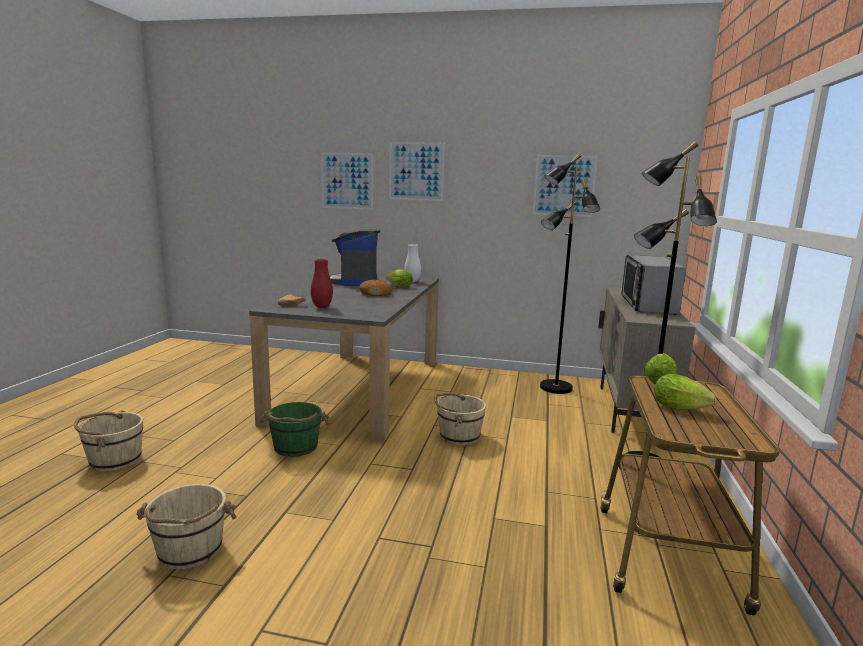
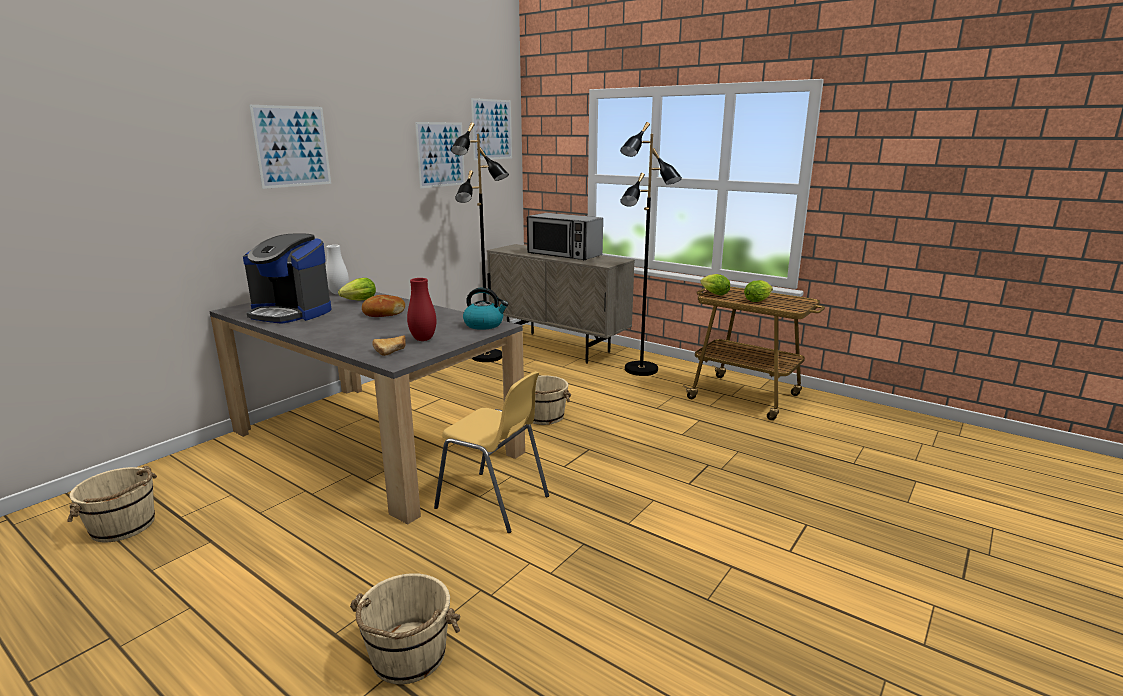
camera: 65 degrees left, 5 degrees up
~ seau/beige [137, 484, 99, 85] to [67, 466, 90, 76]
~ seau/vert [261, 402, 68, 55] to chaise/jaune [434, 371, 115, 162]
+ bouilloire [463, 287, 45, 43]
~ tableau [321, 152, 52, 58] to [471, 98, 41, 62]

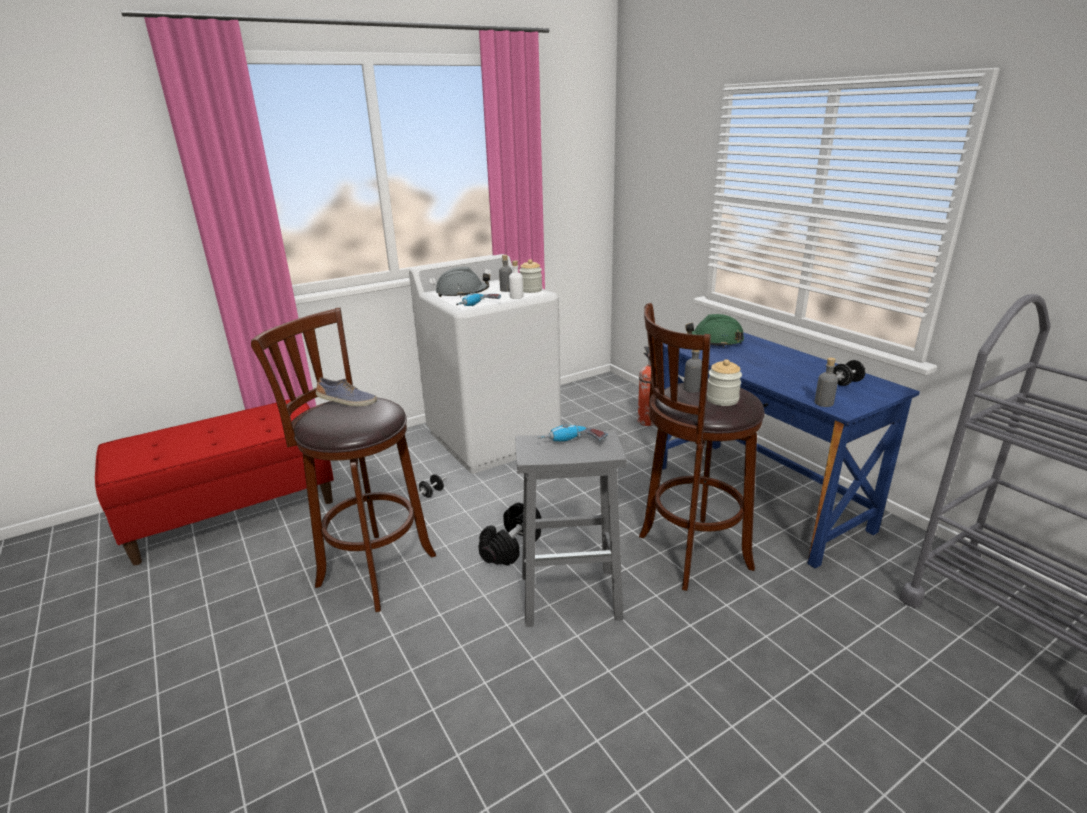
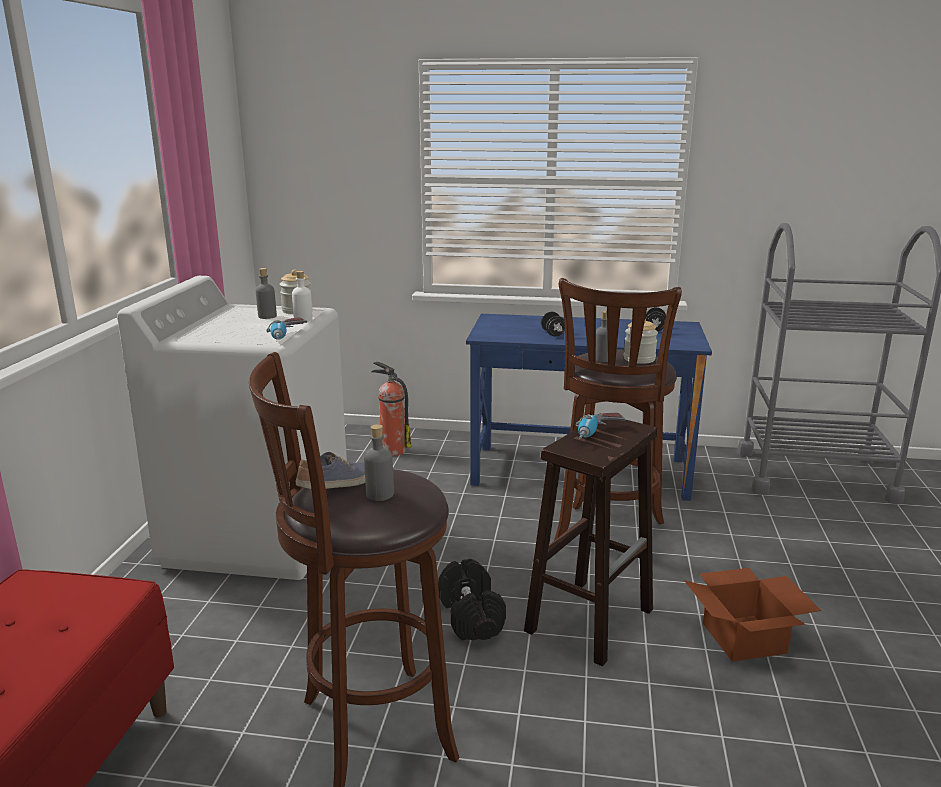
camera: 50 degrees left, 5 degrees down
~ bouteille/gris [815, 358, 23, 49] to [364, 424, 30, 77]
~ tabouret/gris [515, 431, 111, 196] to tabouret/marron [524, 419, 133, 247]
~ haltère/noir [418, 474, 28, 24] to [541, 312, 24, 24]
+ carton [684, 568, 137, 93]
- casque de chantier/gris [436, 267, 54, 30]
- casque de chantier/vert [685, 314, 59, 33]

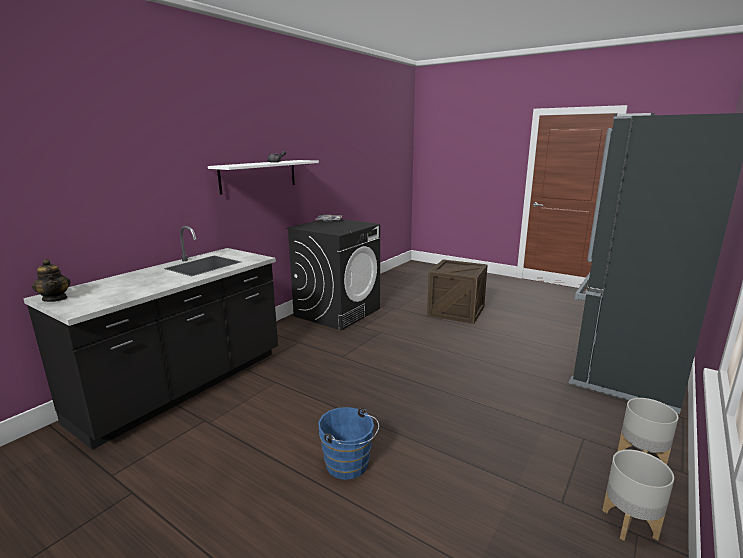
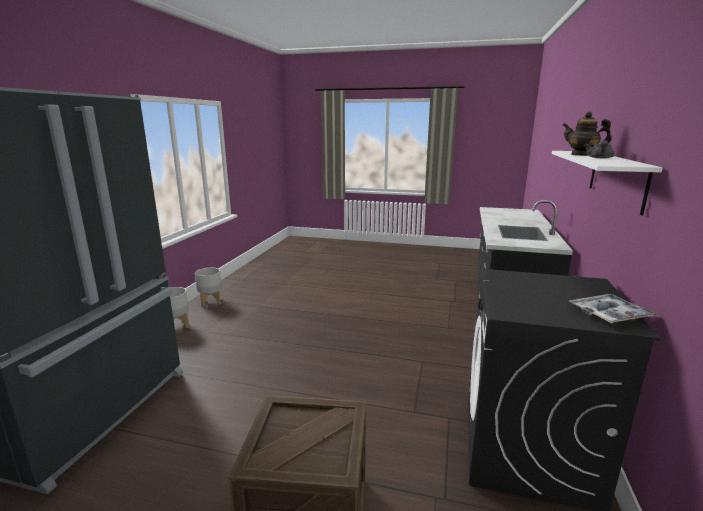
camera: 160 degrees right, 0 degrees up
~ théière [32, 259, 38, 43] to [562, 112, 50, 44]
- seau/bleu [318, 407, 61, 73]

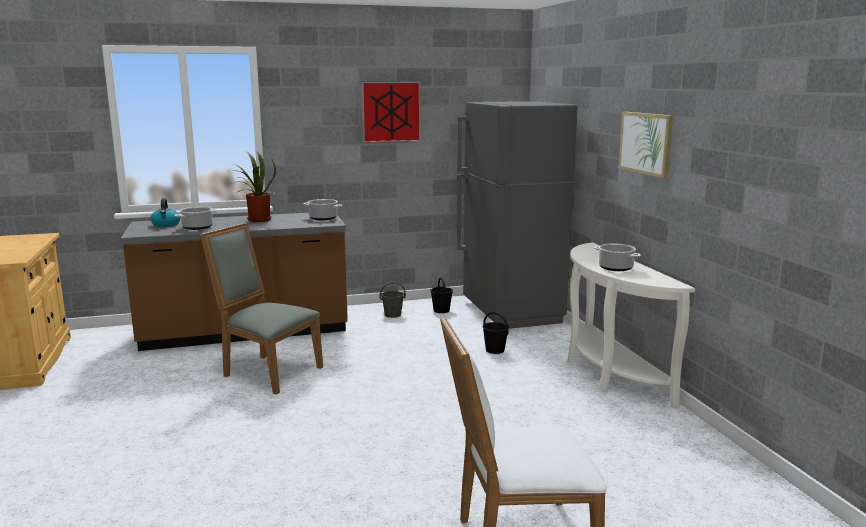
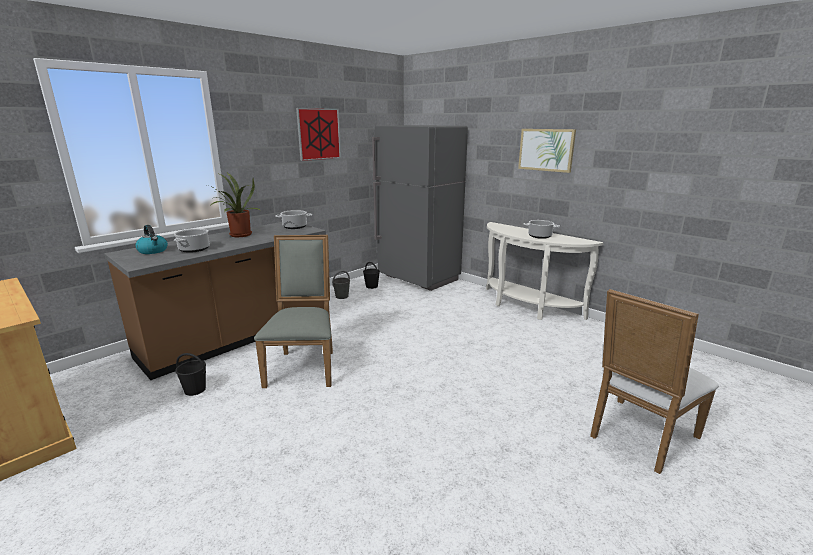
camera: 30 degrees left, 5 degrees up
~ seau/noir [483, 312, 26, 42] to [175, 353, 31, 43]
~ chaise/gris [200, 223, 123, 172] = [254, 235, 79, 153] 90 degrees clockwise

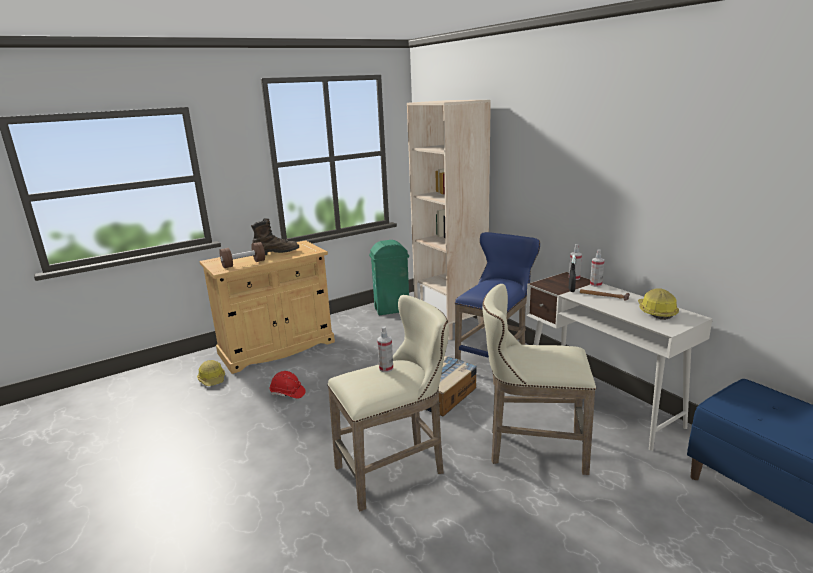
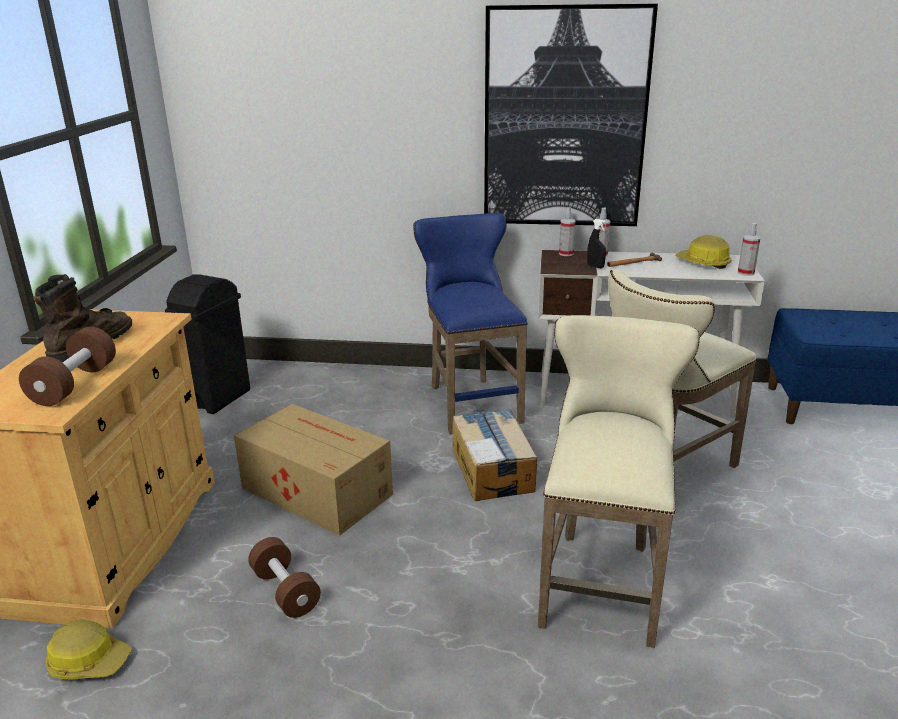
camera: 50 degrees left, 5 degrees up
~ poubelle/vert [369, 240, 40, 75] to poubelle/noir [165, 274, 85, 140]
+ carton [234, 404, 159, 132]
~ casque de chantier/rouge [270, 371, 36, 28] to haltère/marron [248, 537, 73, 81]
+ tableau [484, 4, 174, 222]
~ vaporisateur [377, 327, 16, 45] to [738, 223, 22, 53]
- bibliothèque/beige [407, 100, 84, 240]

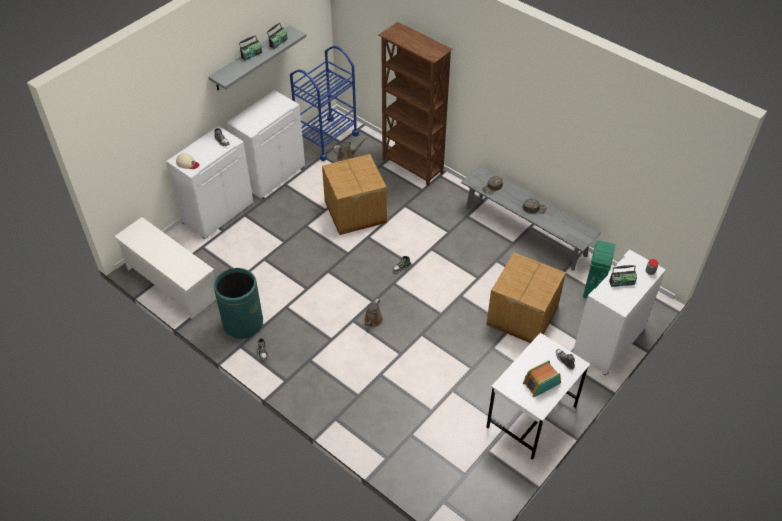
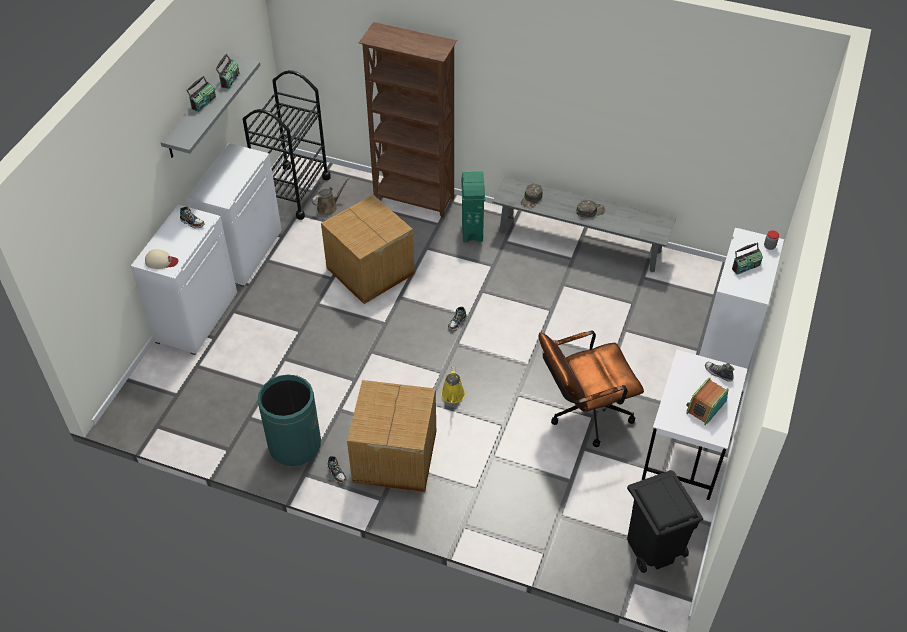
camera: 20 degrees left, 0 degrees up
~ chariot/bleu [290, 46, 69, 115] to chariot/noir [243, 70, 88, 150]
~ carton [486, 253, 80, 90] to [347, 380, 89, 112]
~ arrosoir/marron [362, 299, 21, 28] to arrosoir/jaune [441, 367, 24, 37]
~ poubelle/vert [583, 240, 32, 58] to [461, 172, 24, 70]
+ chaise de bureau/marron [539, 331, 105, 116]
+ poubelle/noir [627, 470, 76, 103]
- étagère à chaussures/blanc [114, 217, 102, 102]

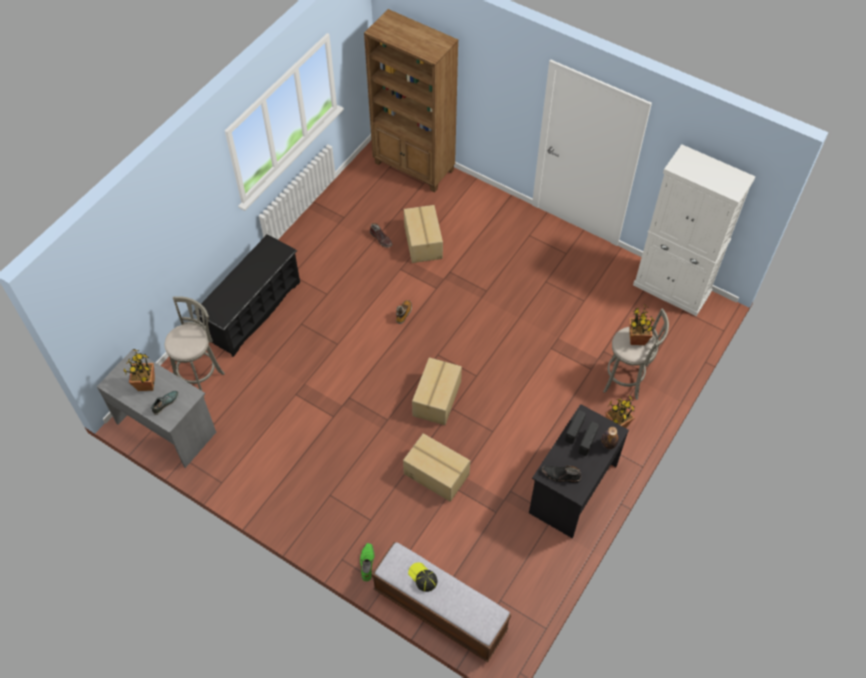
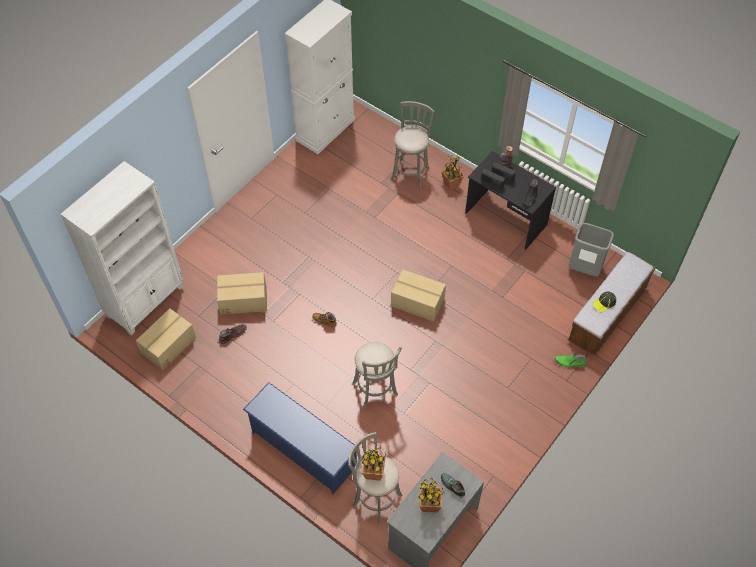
camera: 85 degrees left, 0 degrees up
~ bibliothèque/marron [364, 9, 95, 183] to bibliothèque/blanc [61, 161, 123, 174]
~ carton [403, 433, 67, 69] to [136, 308, 60, 62]
~ étagère à chaussures/noir [193, 234, 107, 123] to étagère à chaussures/bleu [243, 382, 114, 112]
+ tabouret/gris [352, 342, 50, 66]
~ plante en pot [629, 304, 26, 41] to [362, 448, 26, 33]
+ poubelle/gris [569, 223, 45, 53]

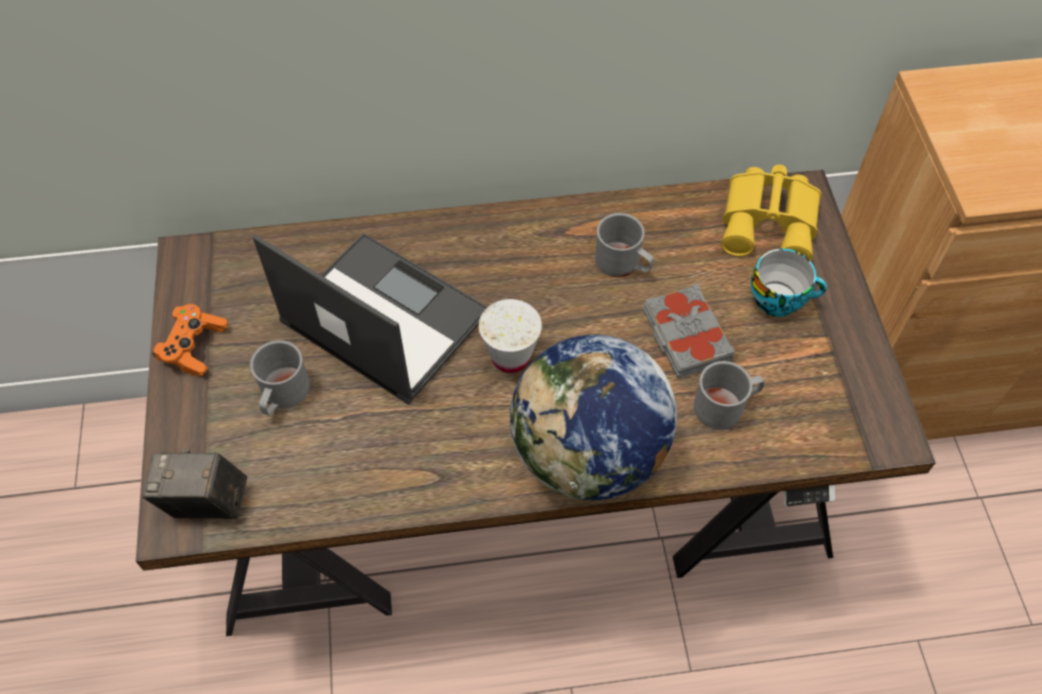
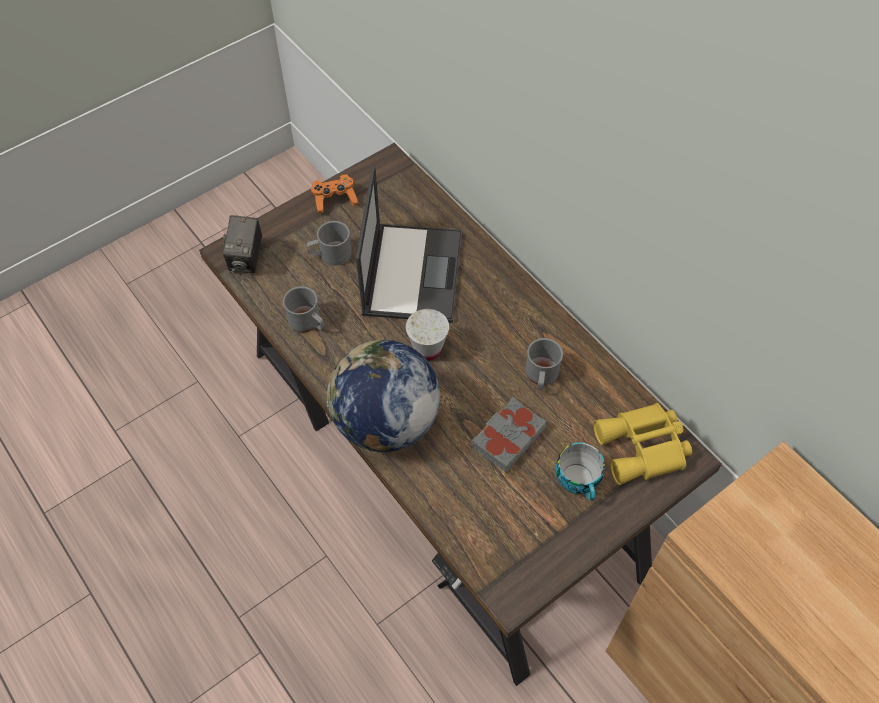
camera: 60 degrees right, 0 degrees up
~ appareil photo [142, 449, 105, 71] = [223, 215, 39, 58] 150 degrees counterclockwise
~ mug/gris [694, 361, 71, 68] to [283, 286, 42, 46]

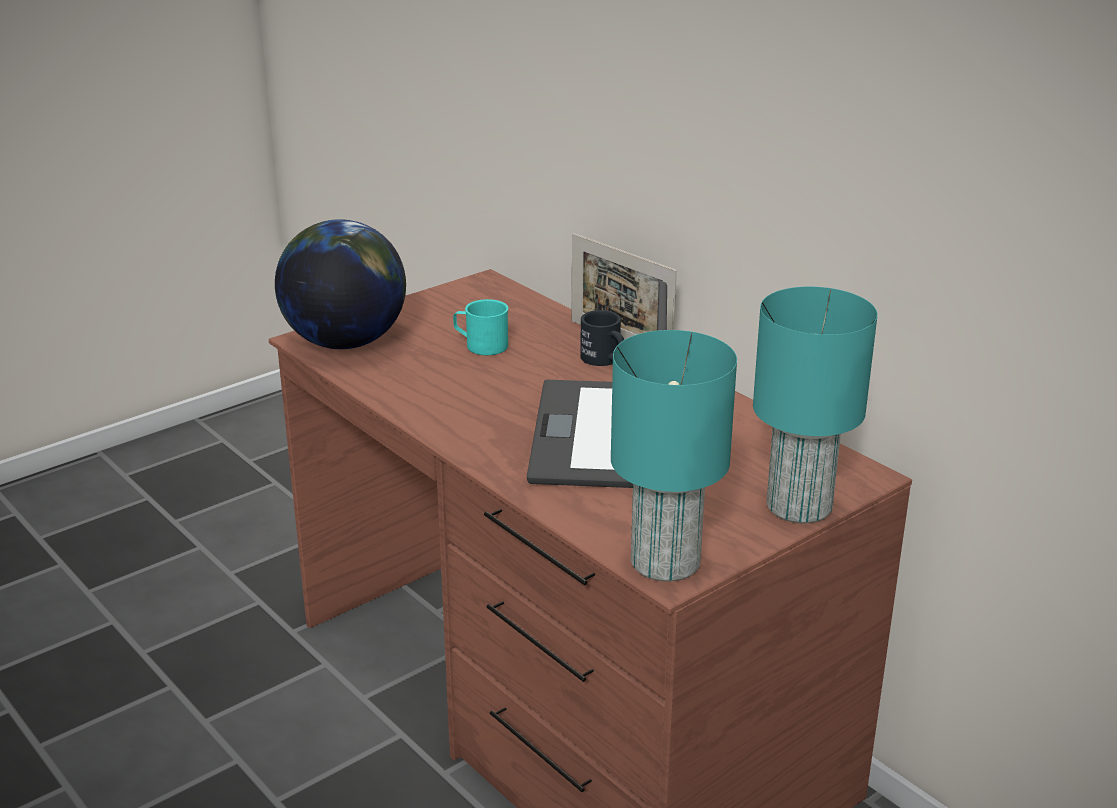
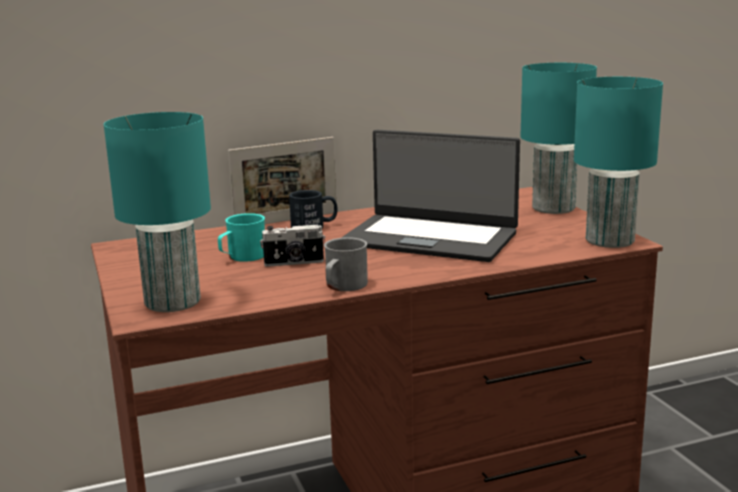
camera: 70 degrees left, 10 degrees down
~ globe [275, 219, 131, 130] to lampe de table/turquoise [104, 112, 107, 200]
+ appareil photo [260, 225, 65, 42]
+ mug/gris [324, 237, 44, 54]

